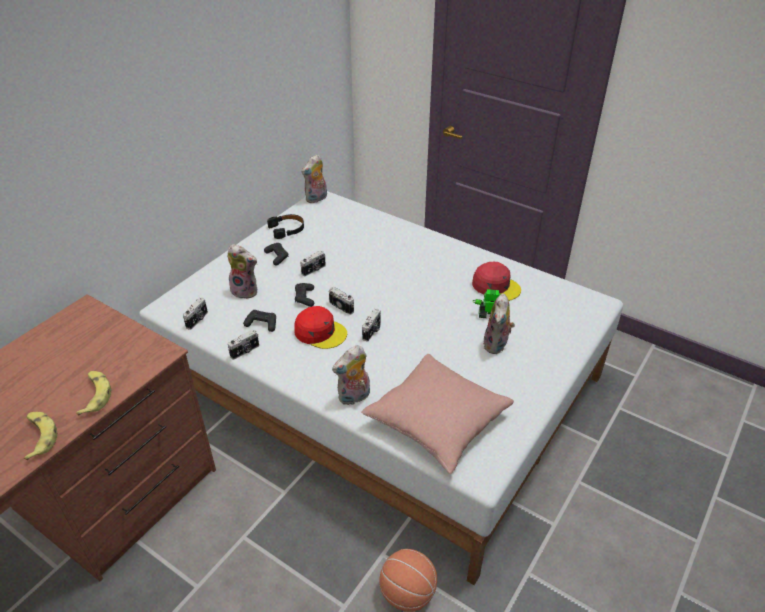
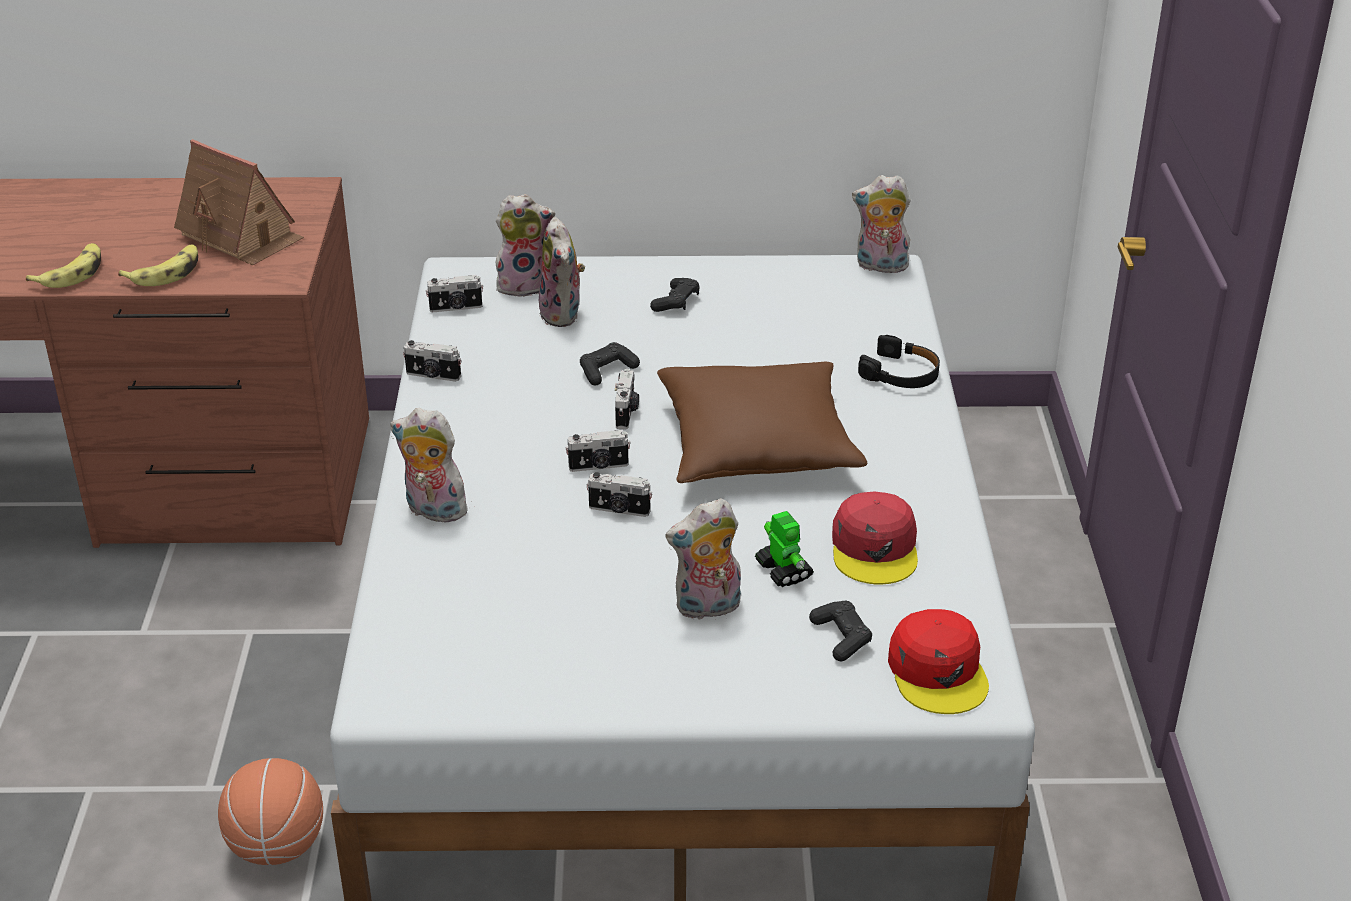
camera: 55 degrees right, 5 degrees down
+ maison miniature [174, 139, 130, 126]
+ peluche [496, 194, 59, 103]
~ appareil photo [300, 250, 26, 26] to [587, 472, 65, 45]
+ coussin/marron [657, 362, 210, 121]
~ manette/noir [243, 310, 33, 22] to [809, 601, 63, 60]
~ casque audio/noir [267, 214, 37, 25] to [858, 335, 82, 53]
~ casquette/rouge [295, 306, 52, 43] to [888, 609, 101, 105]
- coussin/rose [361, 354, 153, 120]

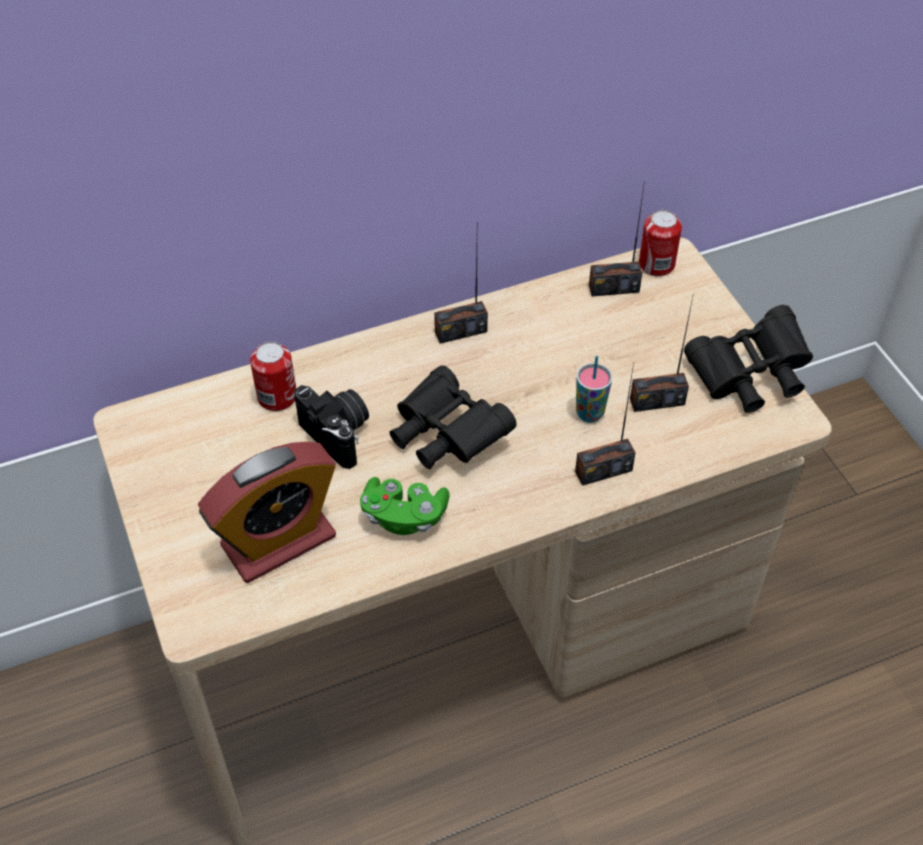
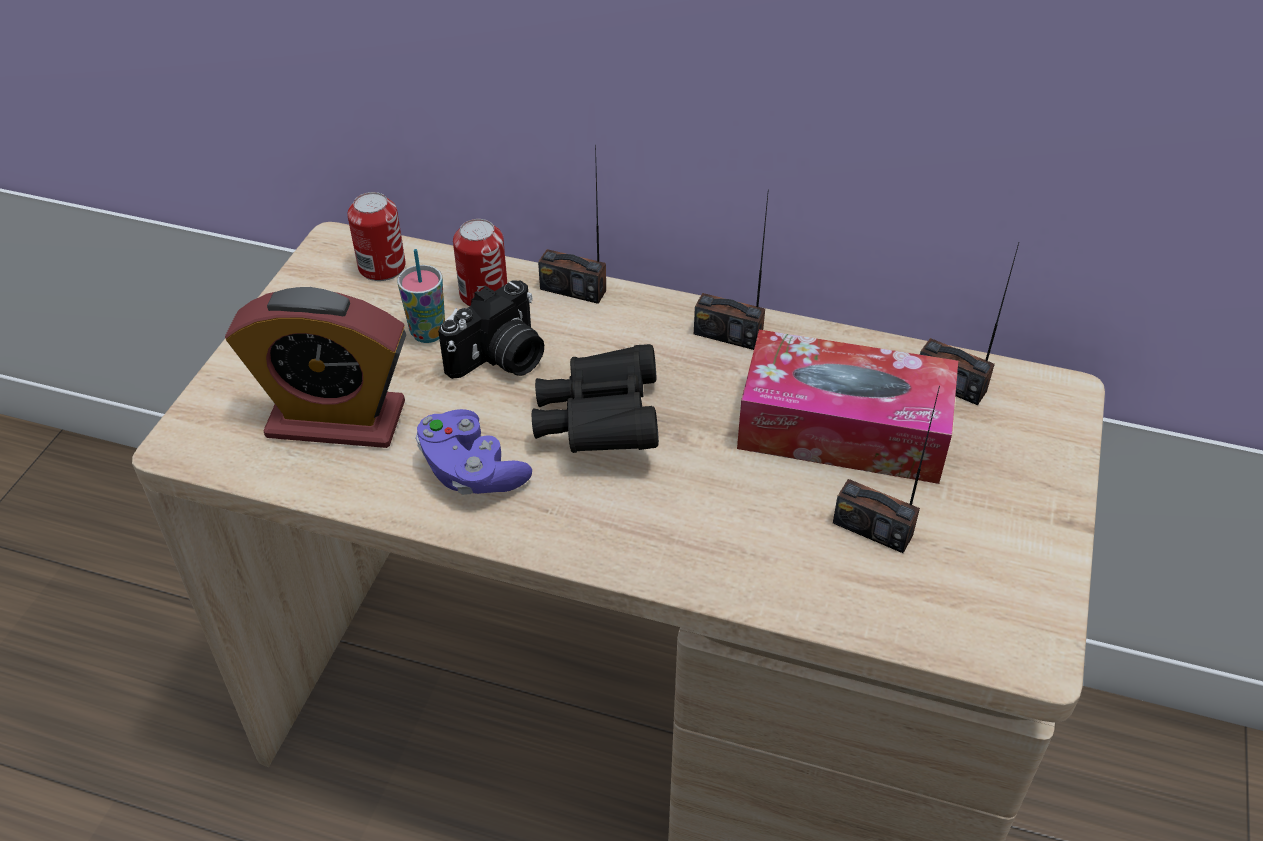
camera: 40 degrees right, 5 degrees down
~ boîte métallique [639, 210, 43, 66] to [347, 192, 59, 89]
~ tasse [576, 356, 36, 67] to [398, 249, 47, 94]
~ manette/vert [360, 477, 89, 58] to manette/violet [415, 409, 117, 86]
~ appareil photo [294, 385, 75, 84] = [438, 280, 106, 99] 45 degrees clockwise
~ radio [575, 363, 61, 123] to [538, 145, 68, 159]
+ boîte à mouchoirs [737, 330, 221, 154]
- jumelles/noir [684, 305, 129, 108]

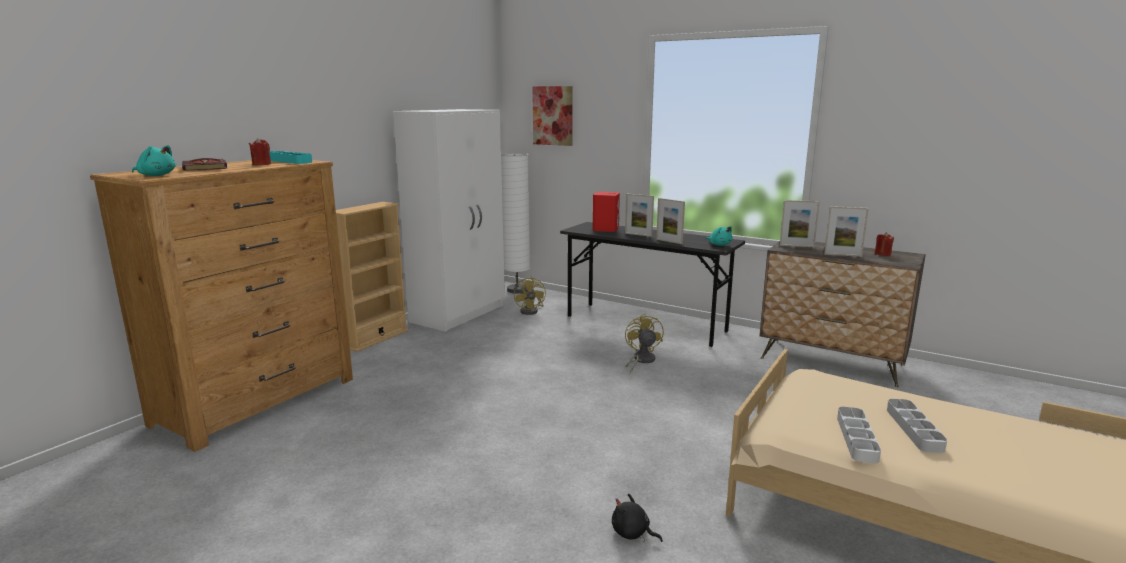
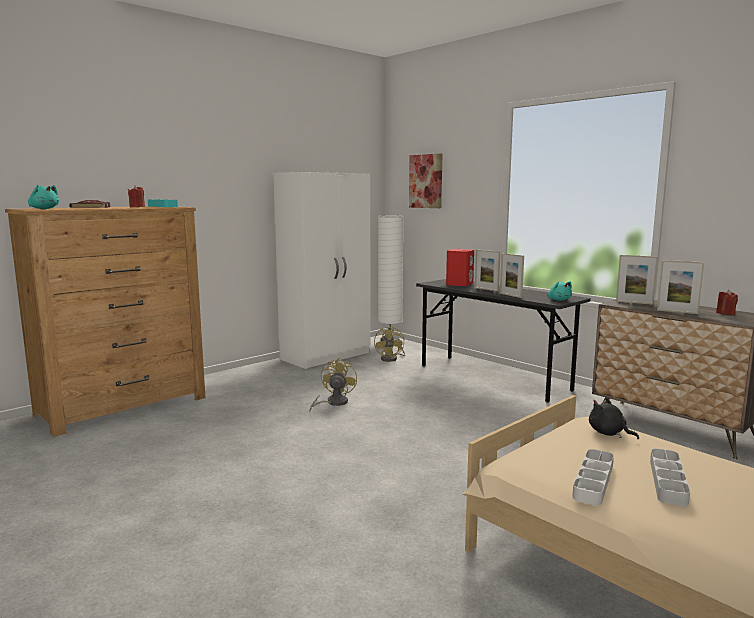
camera: 15 degrees right, 5 degrees down
~ ventilateur/jaune [625, 314, 39, 60] to [309, 358, 48, 53]
~ peluche/noir [612, 493, 51, 49] to [589, 397, 50, 42]
- bibliothèque/beige [336, 202, 73, 150]

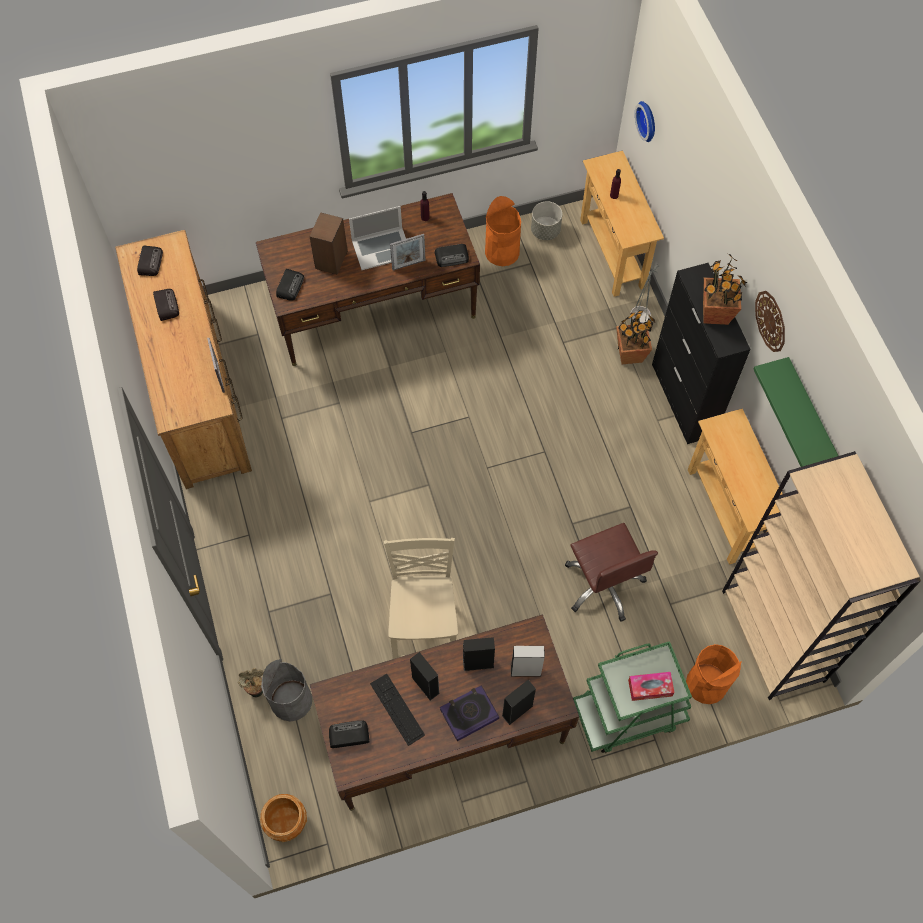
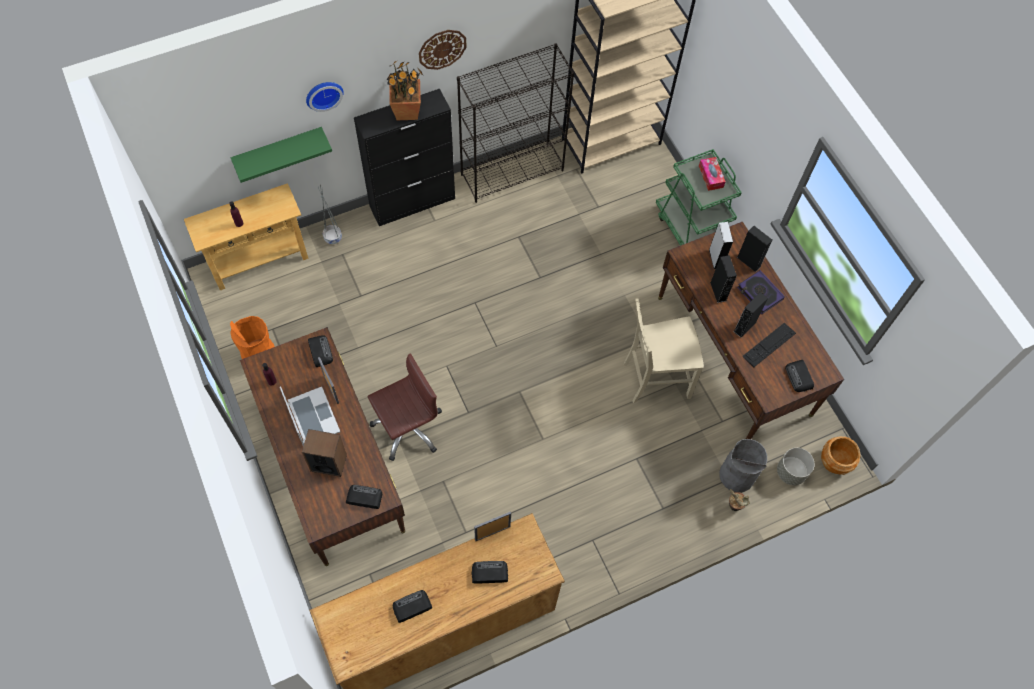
camera: 100 degrees left, 0 degrees up
~ étagère/vert [753, 357, 85, 110] to [231, 127, 101, 56]
~ horloge murale [635, 101, 20, 41] to [306, 82, 38, 30]
~ chaise de bureau/marron [565, 523, 93, 99] to [367, 354, 75, 107]
~ table console/beige [688, 408, 95, 157] to bibliothèque/noir [457, 43, 117, 160]
~ radio [137, 246, 26, 30] to [472, 561, 36, 23]
~ cache-pot/gris [531, 201, 31, 39] to [777, 448, 38, 37]
- plante en pot [616, 310, 39, 54]
- poubelle/orange [686, 644, 55, 60]

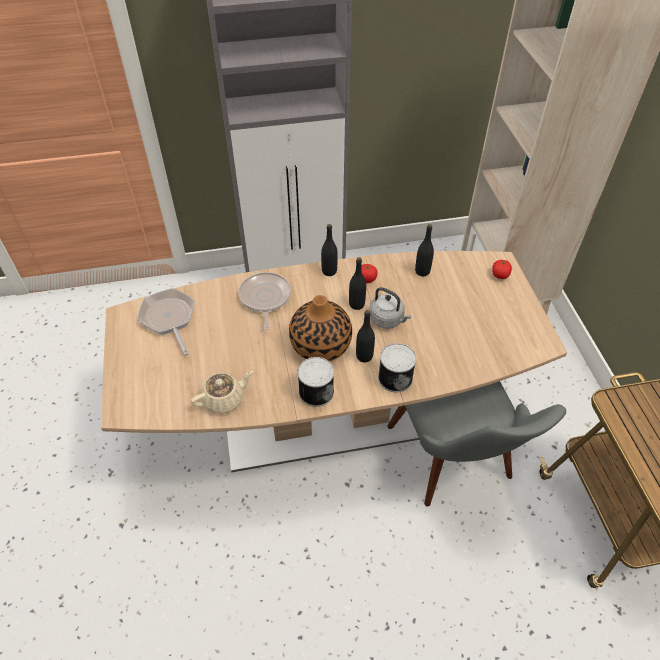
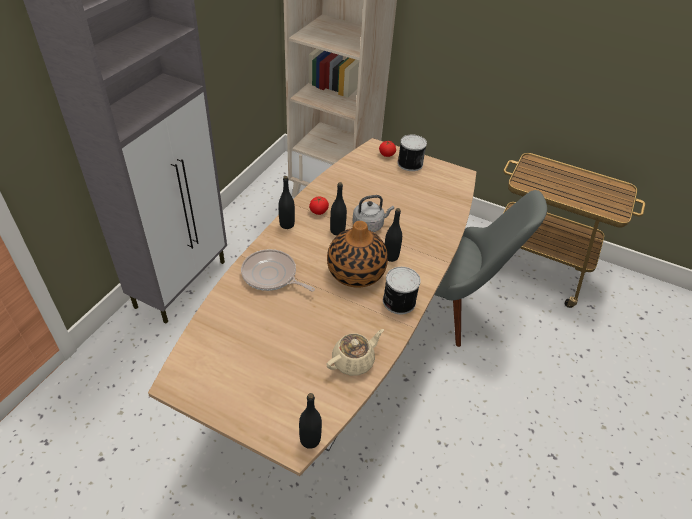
camera: 55 degrees left, 5 degrees down
~ bouteille/noir [415, 224, 19, 52] to [299, 393, 23, 56]
~ théière/beige [191, 371, 62, 43] = [326, 329, 58, 47] 45 degrees clockwise
~ boîte métallique [378, 343, 38, 49] to [398, 134, 29, 37]
- poêle [137, 288, 57, 68]

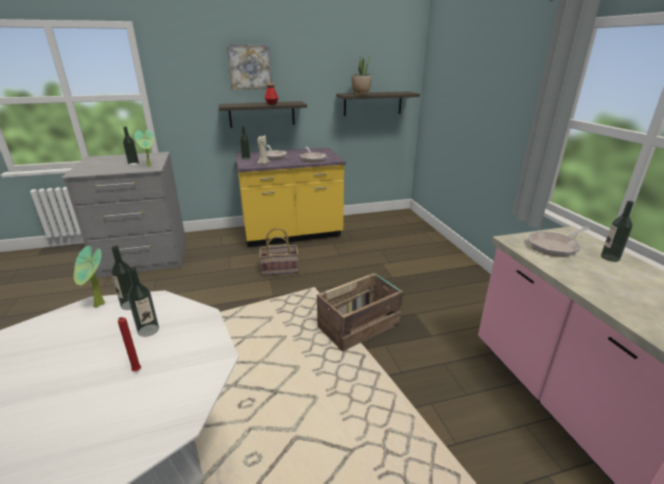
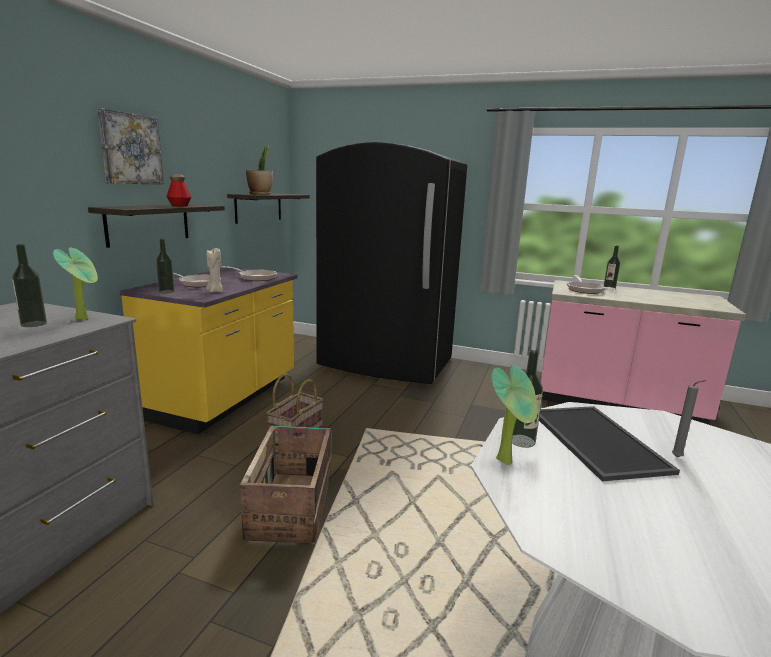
camera: 55 degrees left, 10 degrees down
~ caisse [317, 273, 86, 78] to [240, 426, 91, 118]
+ réfrigérateur/noir [316, 142, 151, 242]
~ bouteille [128, 267, 31, 70] to plateau [539, 406, 141, 75]
~ bougie/rouge [118, 317, 23, 54] to bougie/gris [672, 380, 34, 77]

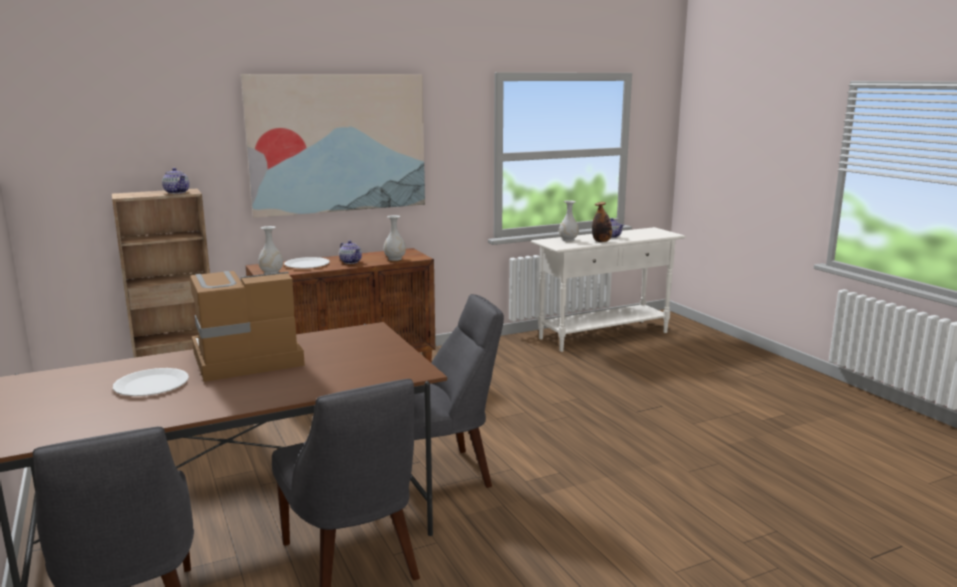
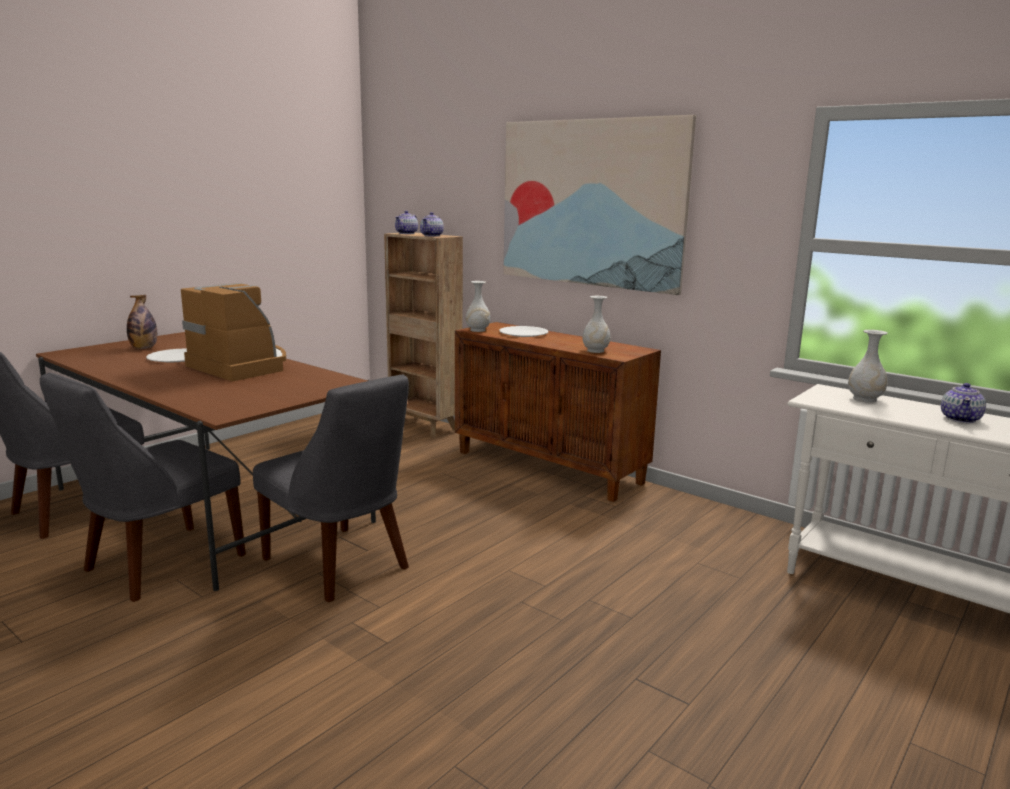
camera: 65 degrees right, 0 degrees up
~ bouteille [592, 202, 20, 40] to [127, 295, 30, 54]
~ théière [339, 241, 23, 23] to [395, 211, 23, 23]

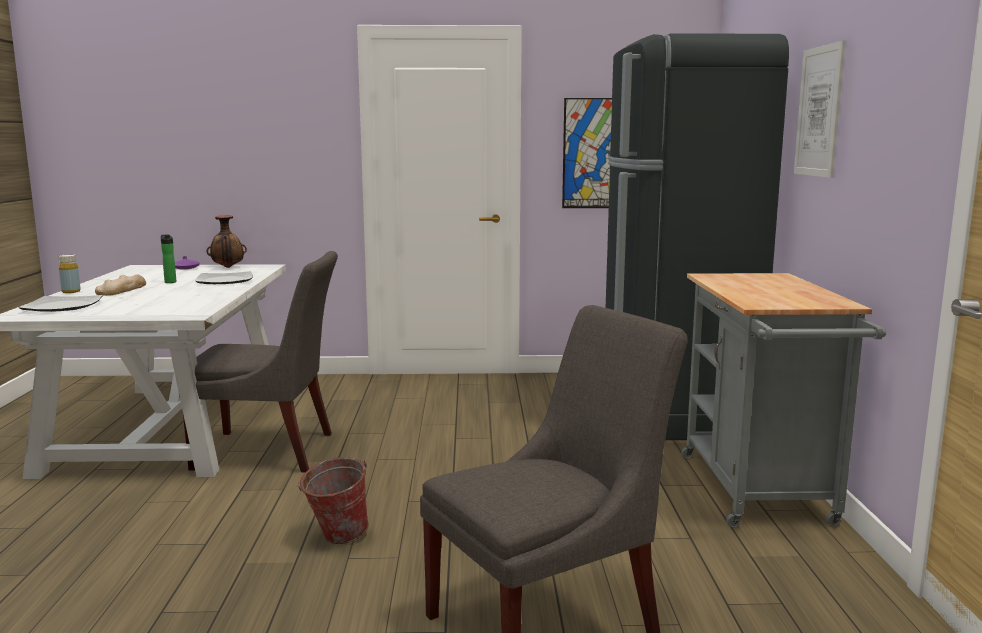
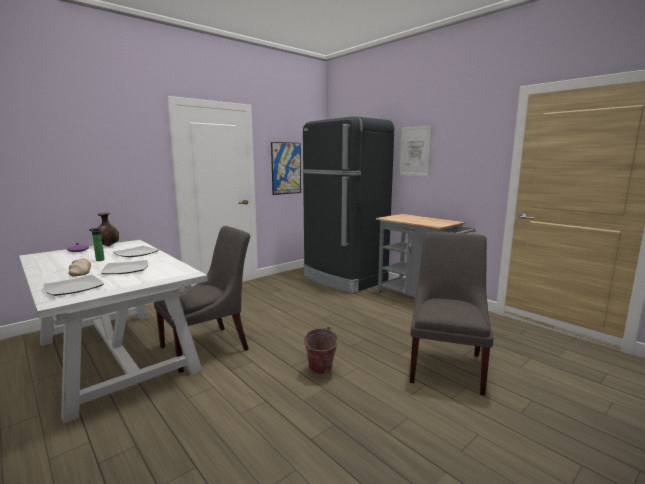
camera: 40 degrees left, 0 degrees up
+ assiette [101, 260, 47, 14]
- bouteille/jaune [59, 254, 22, 39]

